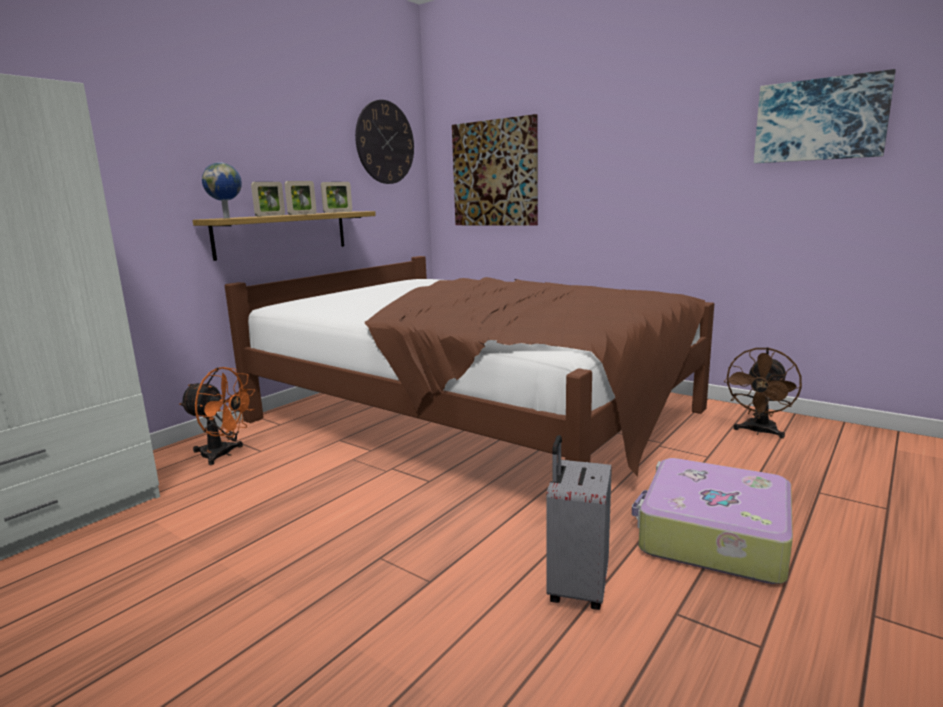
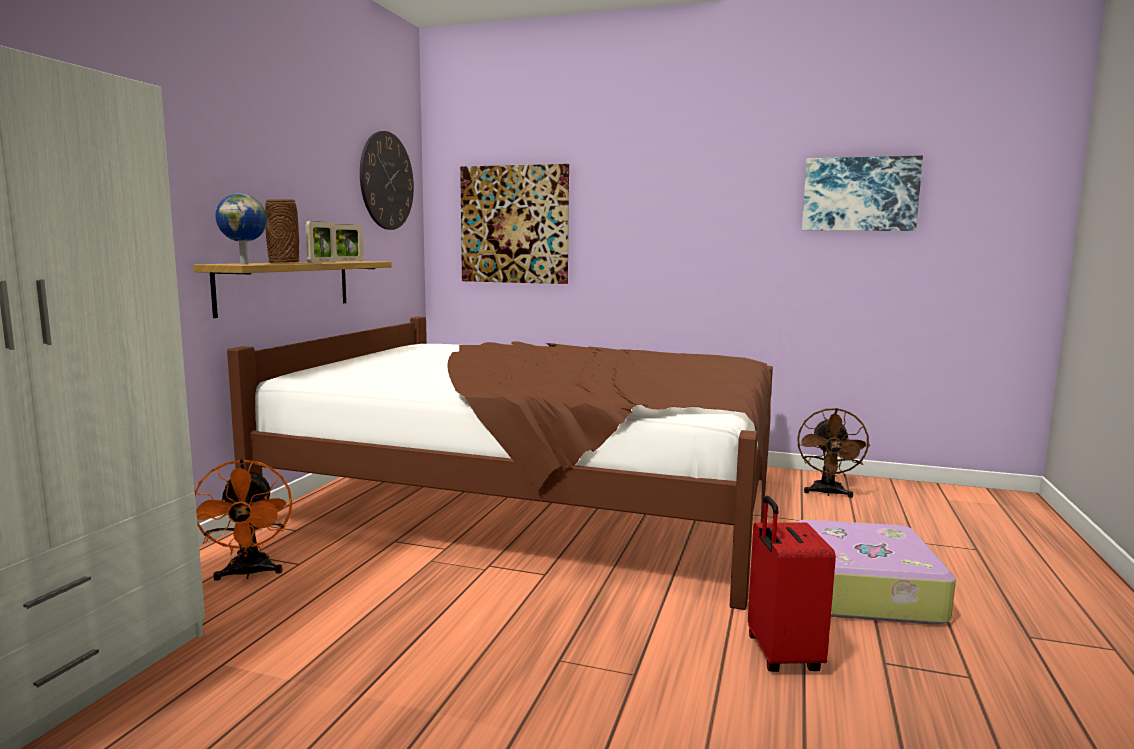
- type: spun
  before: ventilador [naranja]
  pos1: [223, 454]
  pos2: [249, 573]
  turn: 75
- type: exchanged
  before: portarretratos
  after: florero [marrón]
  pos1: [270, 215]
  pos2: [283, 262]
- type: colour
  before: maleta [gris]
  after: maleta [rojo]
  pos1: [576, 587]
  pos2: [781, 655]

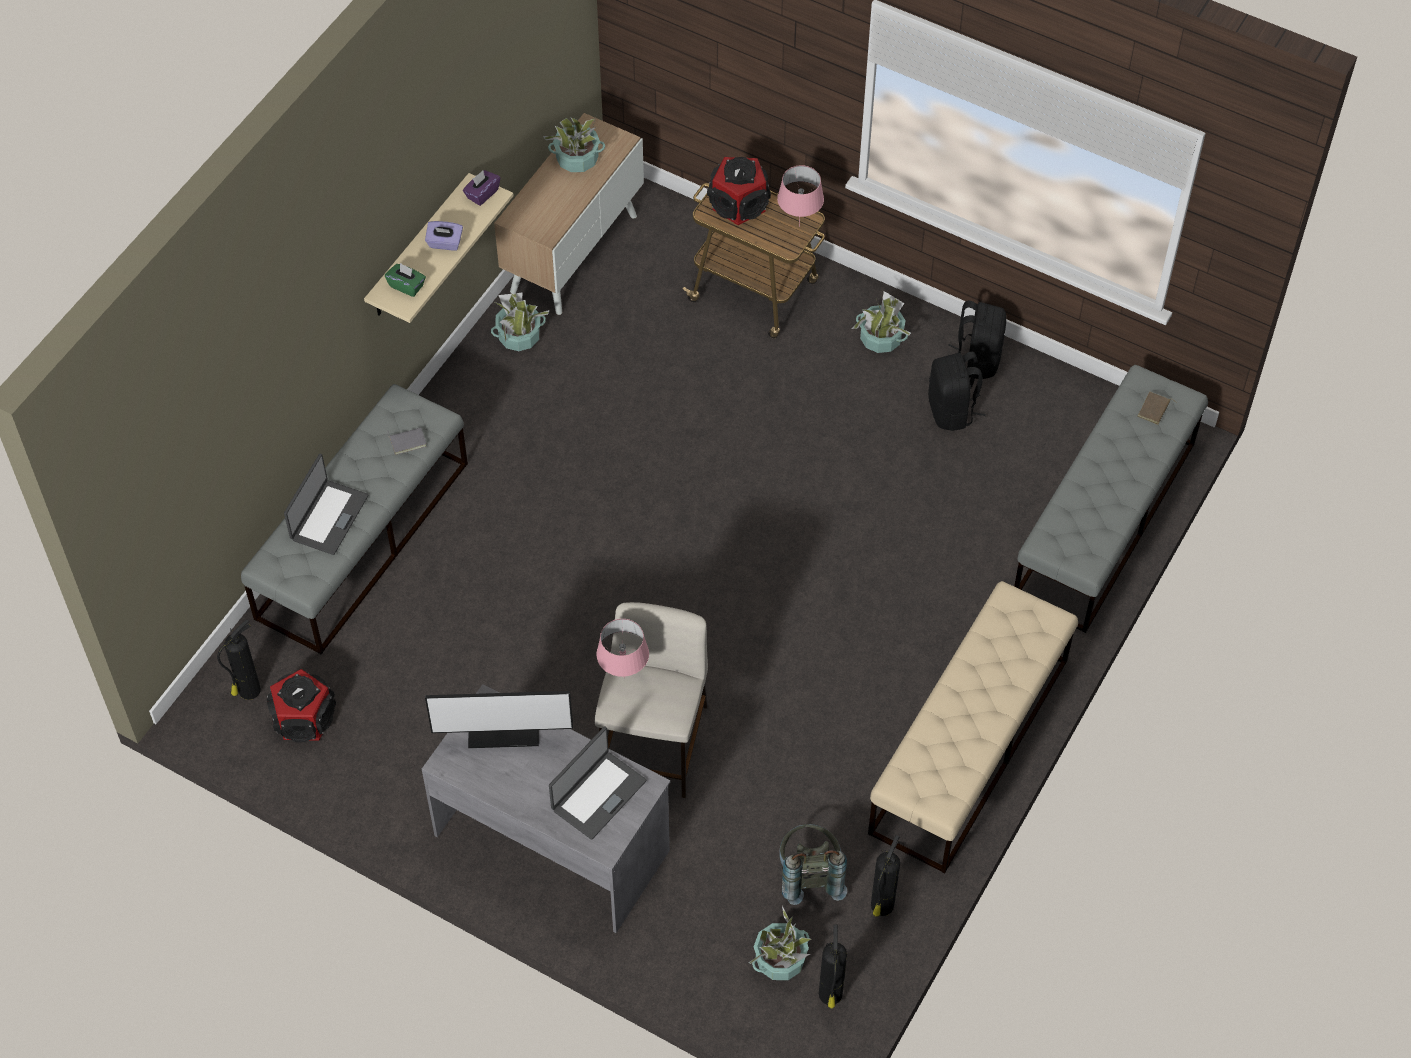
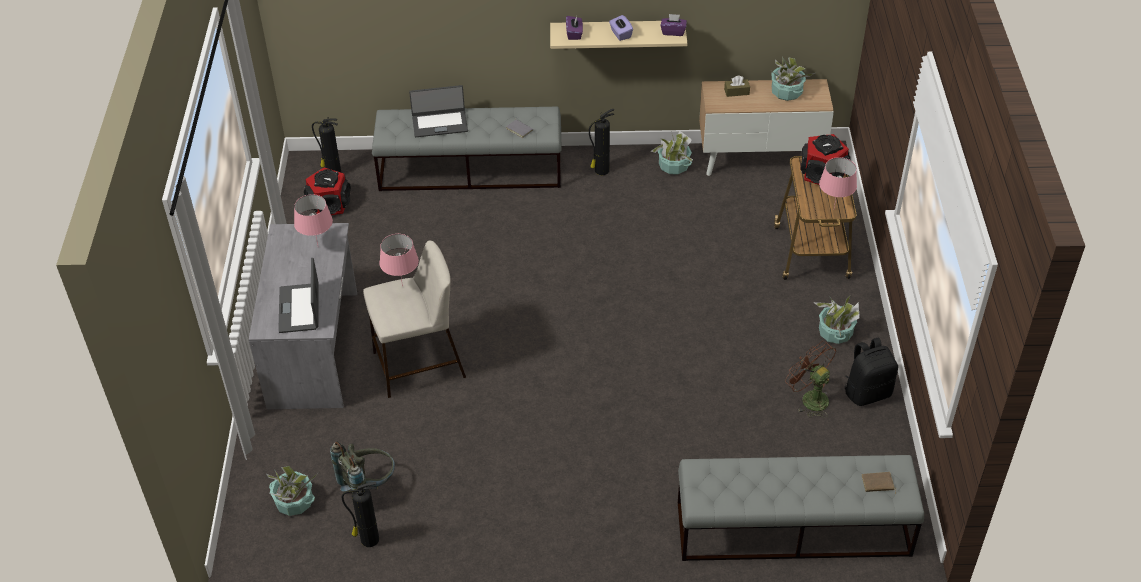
- type: colour
  before: caja de pañuelos [verde]
  after: caja de pañuelos [morado]
  pos1: [406, 286]
  pos2: [574, 34]
- type: exchanged
  before: monitor
  after: lámpara de mesa [rosa]
  pos1: [503, 733]
  pos2: [318, 247]
- type: spun
  before: portátil
  pos1: [597, 794]
  pos2: [300, 308]
  turn: 75
- type: relocated
  before: extintor
  pos1: [830, 996]
  pos2: [601, 171]
- type: missing
  before: banco [beis]
  pos1: [969, 746]
- type: exchanged
  before: mochila [negro]
  after: ventilador [marrón]
  pos1: [952, 411]
  pos2: [809, 398]
- type: appeared
  after: caja de pañuelos [marrón]
  pos2: [736, 92]

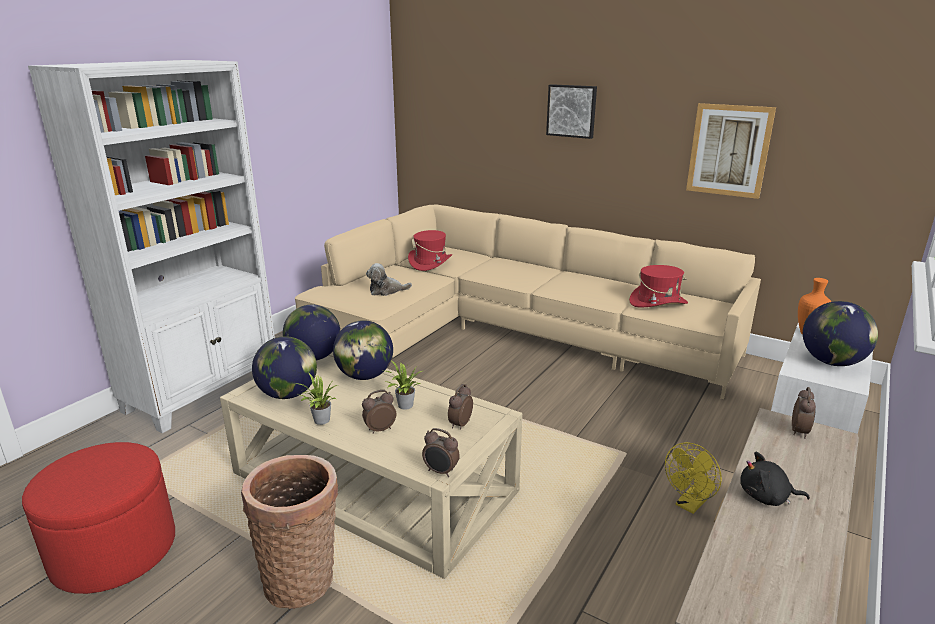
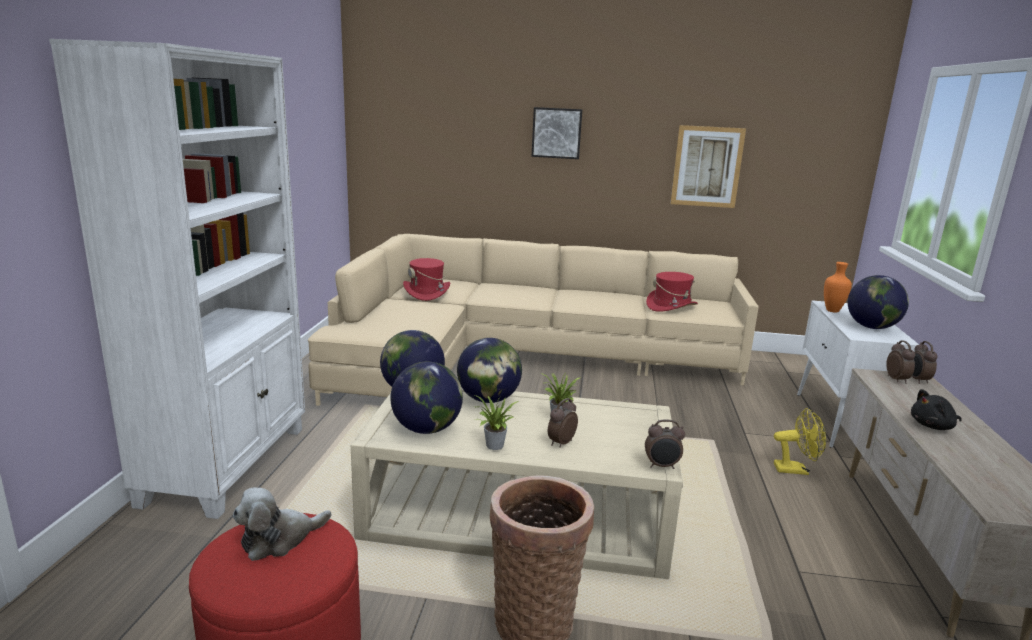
- type: relocated
  before: peluche
  pos1: [386, 291]
  pos2: [279, 539]
- type: relocated
  before: despertador
  pos1: [459, 424]
  pos2: [917, 380]
- type: spun
  before: ventilador [amarillo]
  pos1: [689, 505]
  pos2: [796, 470]
  turn: -105

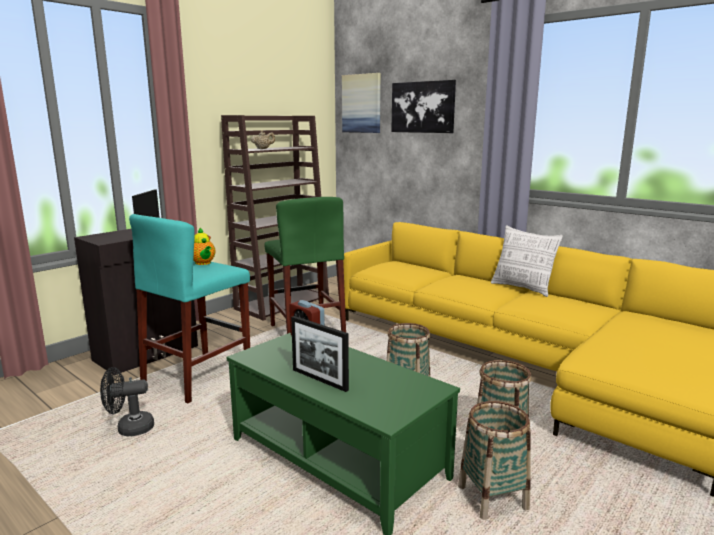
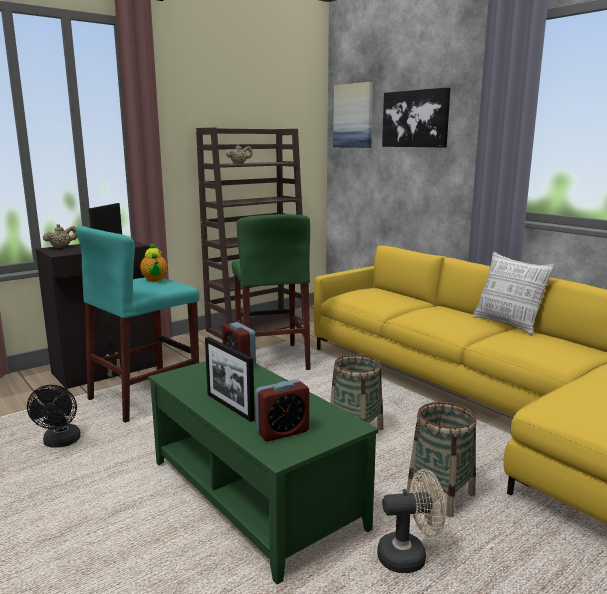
- type: spun
  before: ventilador [negro]
  pos1: [129, 428]
  pos2: [60, 443]
  turn: -90
- type: exchanged
  before: cesta
  after: ventilador [beis]
  pos1: [492, 497]
  pos2: [409, 556]
- type: appeared
  after: tetera [beis]
  pos2: [61, 247]
- type: appeared
  after: despertador
  pos2: [282, 432]

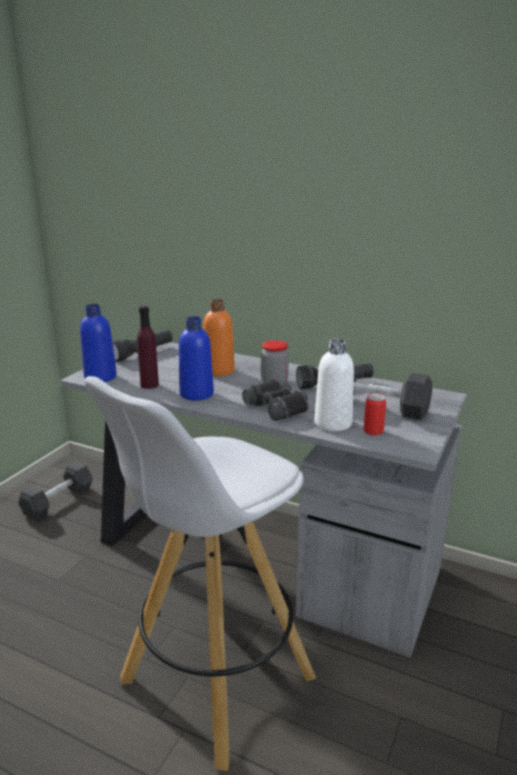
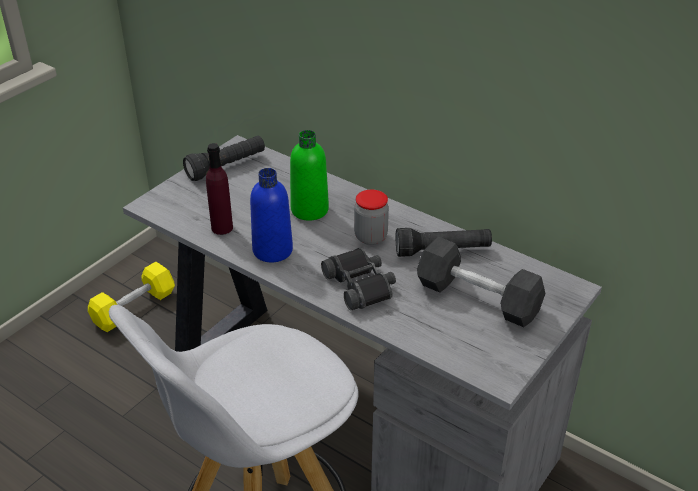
- type: colour
  before: mancuerna [negro]
  after: mancuerna [amarillo]
  pos1: [58, 501]
  pos2: [134, 308]
- type: missing
  before: botella [azul]
  pos1: [100, 377]
- type: colour
  before: botella [naranja]
  after: botella [verde]
  pos1: [219, 371]
  pos2: [309, 210]
- type: missing
  before: botella [blanco]
  pos1: [333, 423]
- type: missing
  before: lata
  pos1: [373, 431]

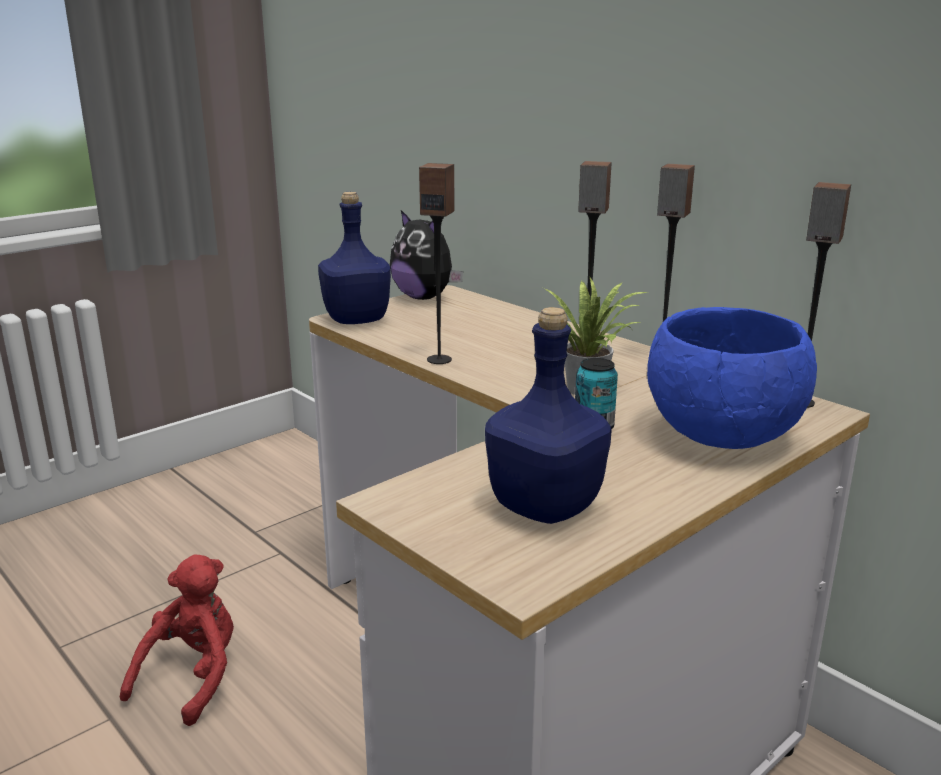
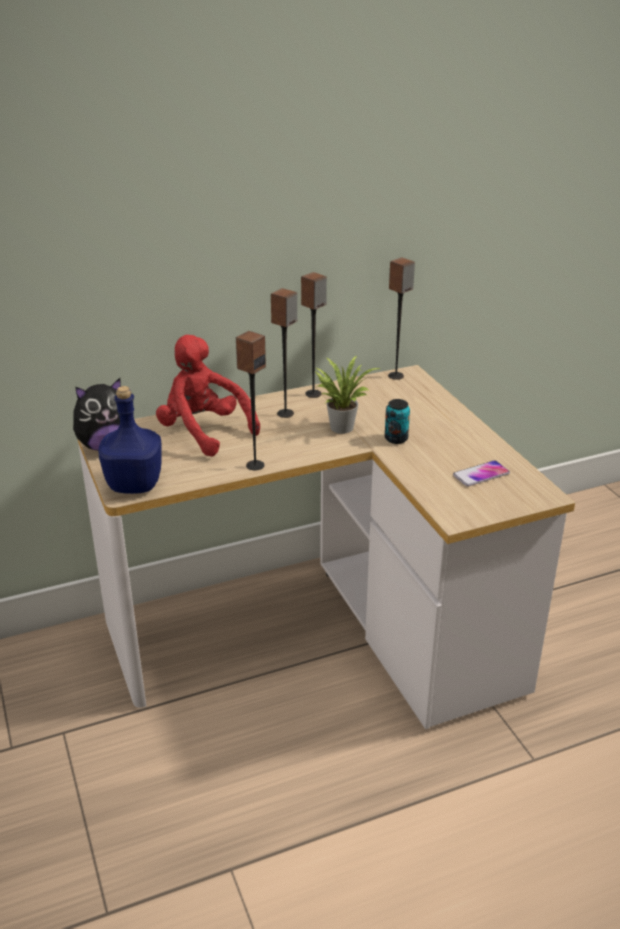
- type: relocated
  before: peluche [rojo]
  pos1: [193, 677]
  pos2: [204, 432]
- type: exchanged
  before: botella [azul]
  after: móvil
  pos1: [544, 507]
  pos2: [481, 474]
- type: missing
  before: cuenco [azul]
  pos1: [719, 436]

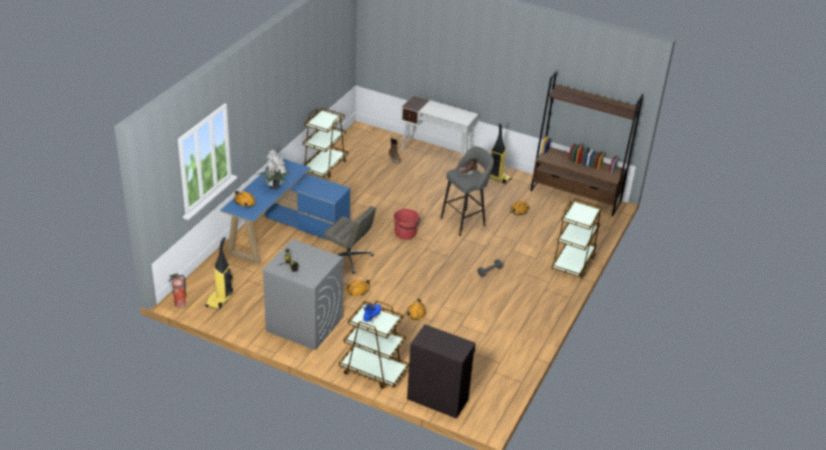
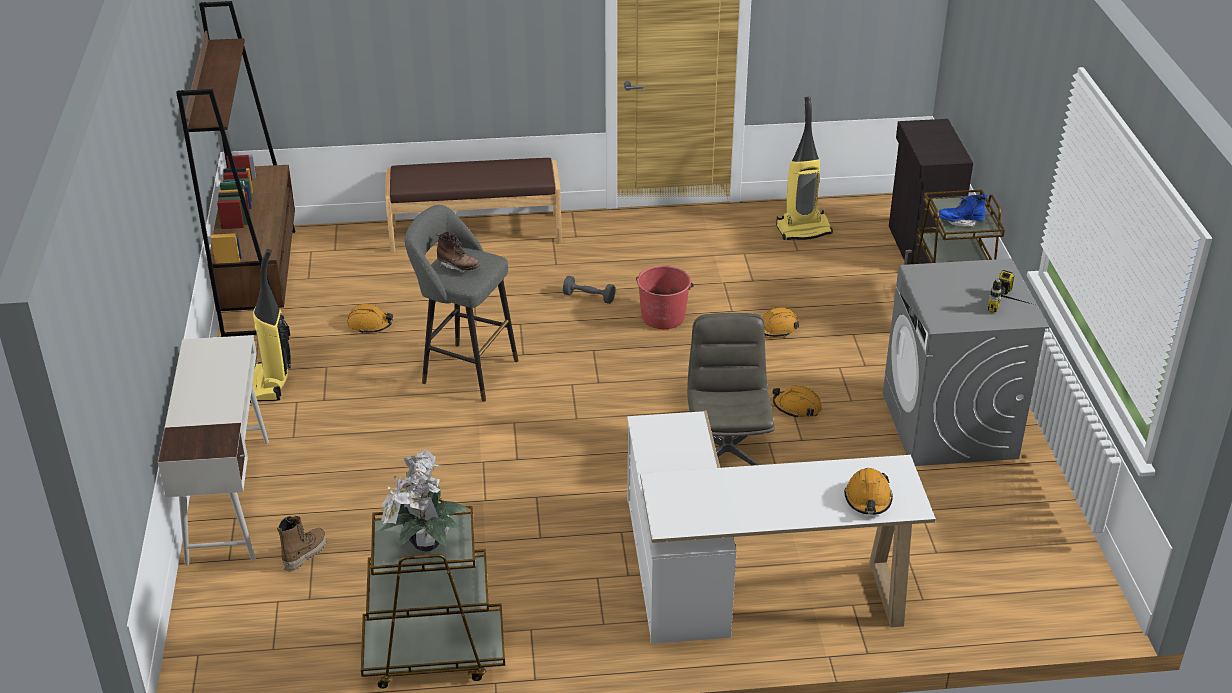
- type: missing
  before: extintor
  pos1: [179, 304]
- type: relocated
  before: aspiradora
  pos1: [220, 300]
  pos2: [803, 229]
- type: colour
  before: escritorio [azul]
  after: escritorio [blanco]
  pos1: [284, 232]
  pos2: [744, 582]
- type: relocated
  before: planta en maceta
  pos1: [274, 186]
  pos2: [423, 545]
- type: relocated
  before: cubo [rojo]
  pos1: [405, 233]
  pos2: [663, 316]
- type: exchanged
  before: carrito [marrón]
  after: banco [marrón]
  pos1: [573, 262]
  pos2: [475, 232]

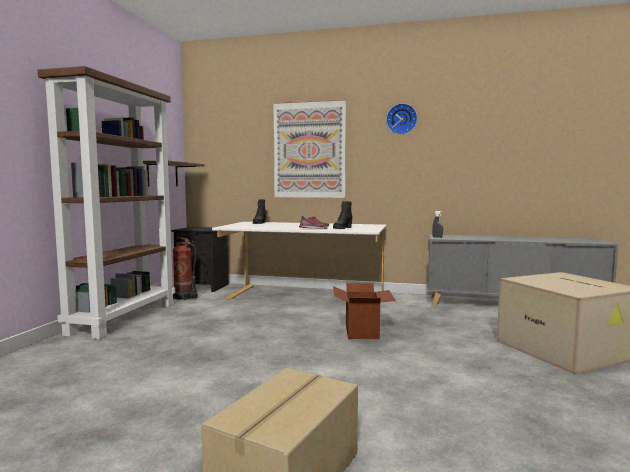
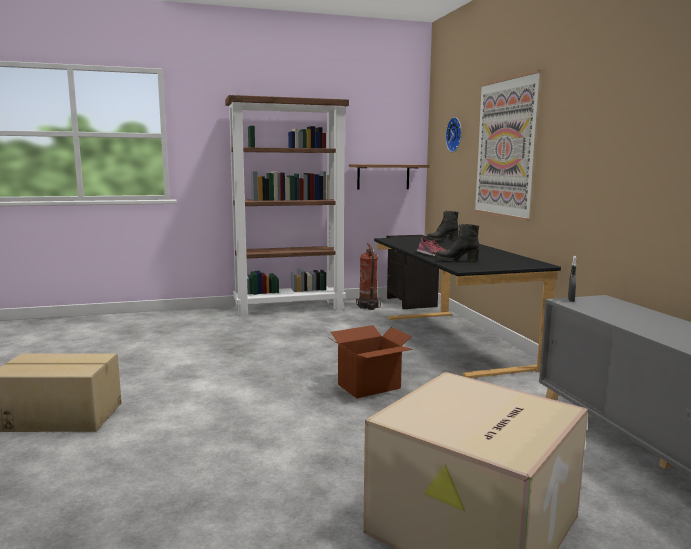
- type: colour
  before: escritorio [blanco]
  after: escritorio [negro]
  pos1: [303, 297]
  pos2: [450, 340]
- type: relocated
  before: reloj de pared
  pos1: [401, 119]
  pos2: [456, 134]

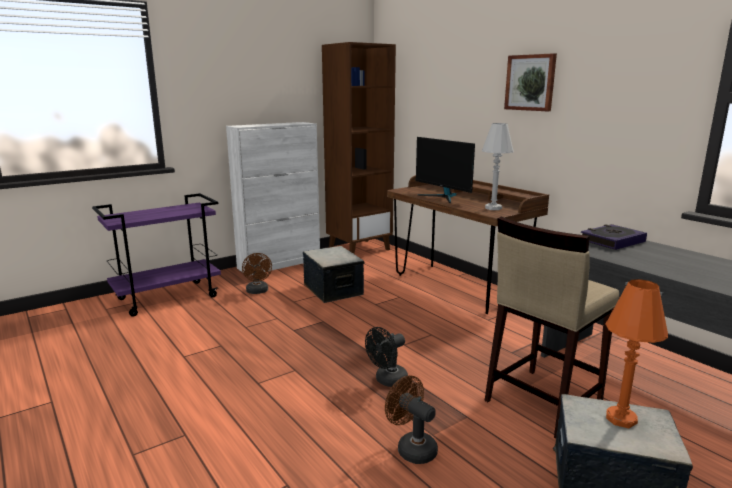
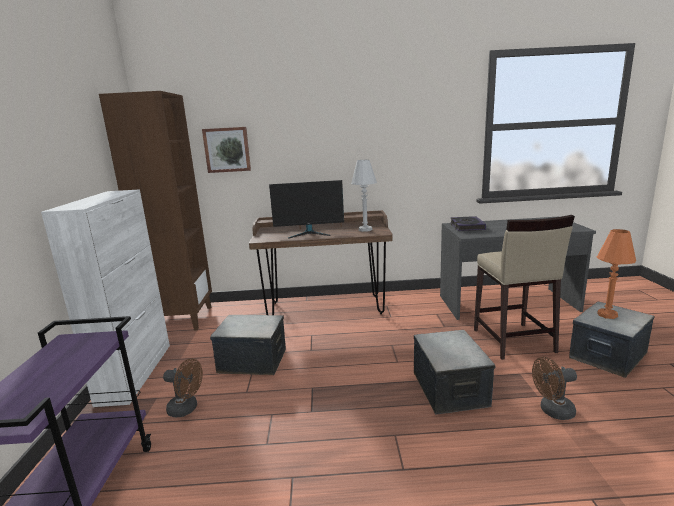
- type: exchanged
  before: ventilador [negro]
  after: caja de almacenaje
  pos1: [387, 381]
  pos2: [450, 389]
- type: relocated
  before: cuadro
  pos1: [530, 82]
  pos2: [227, 149]

